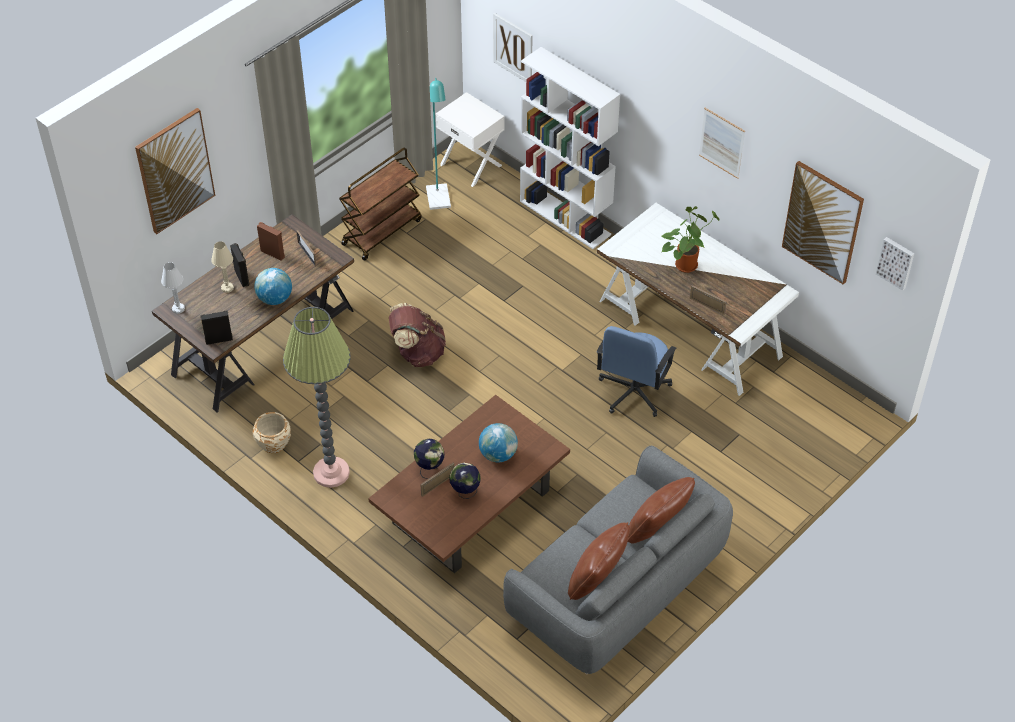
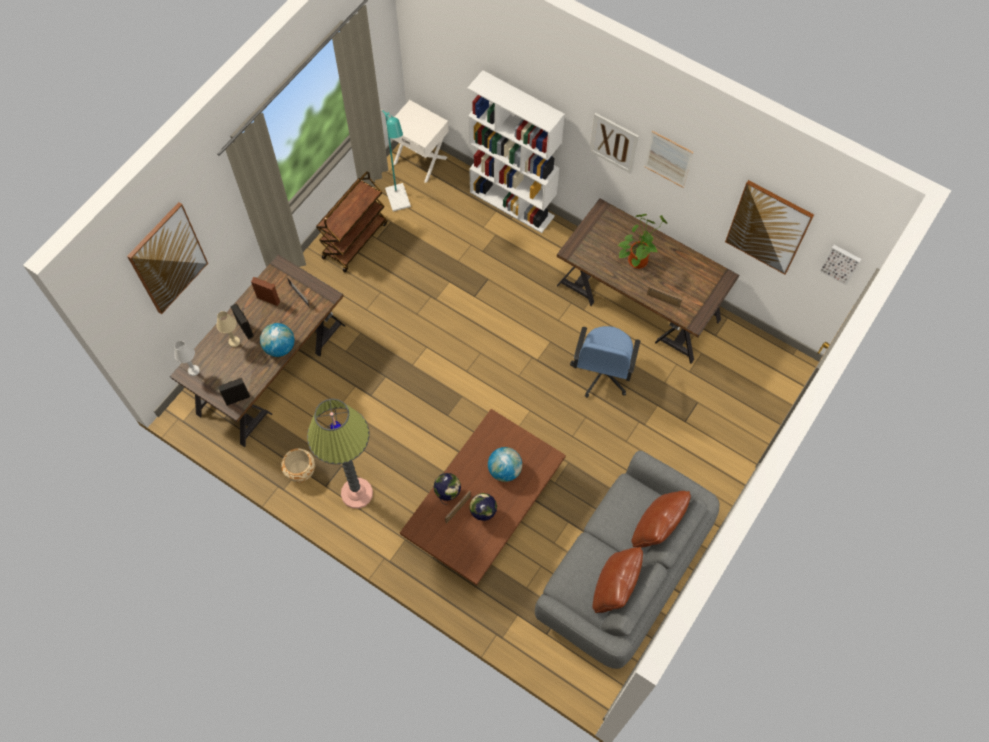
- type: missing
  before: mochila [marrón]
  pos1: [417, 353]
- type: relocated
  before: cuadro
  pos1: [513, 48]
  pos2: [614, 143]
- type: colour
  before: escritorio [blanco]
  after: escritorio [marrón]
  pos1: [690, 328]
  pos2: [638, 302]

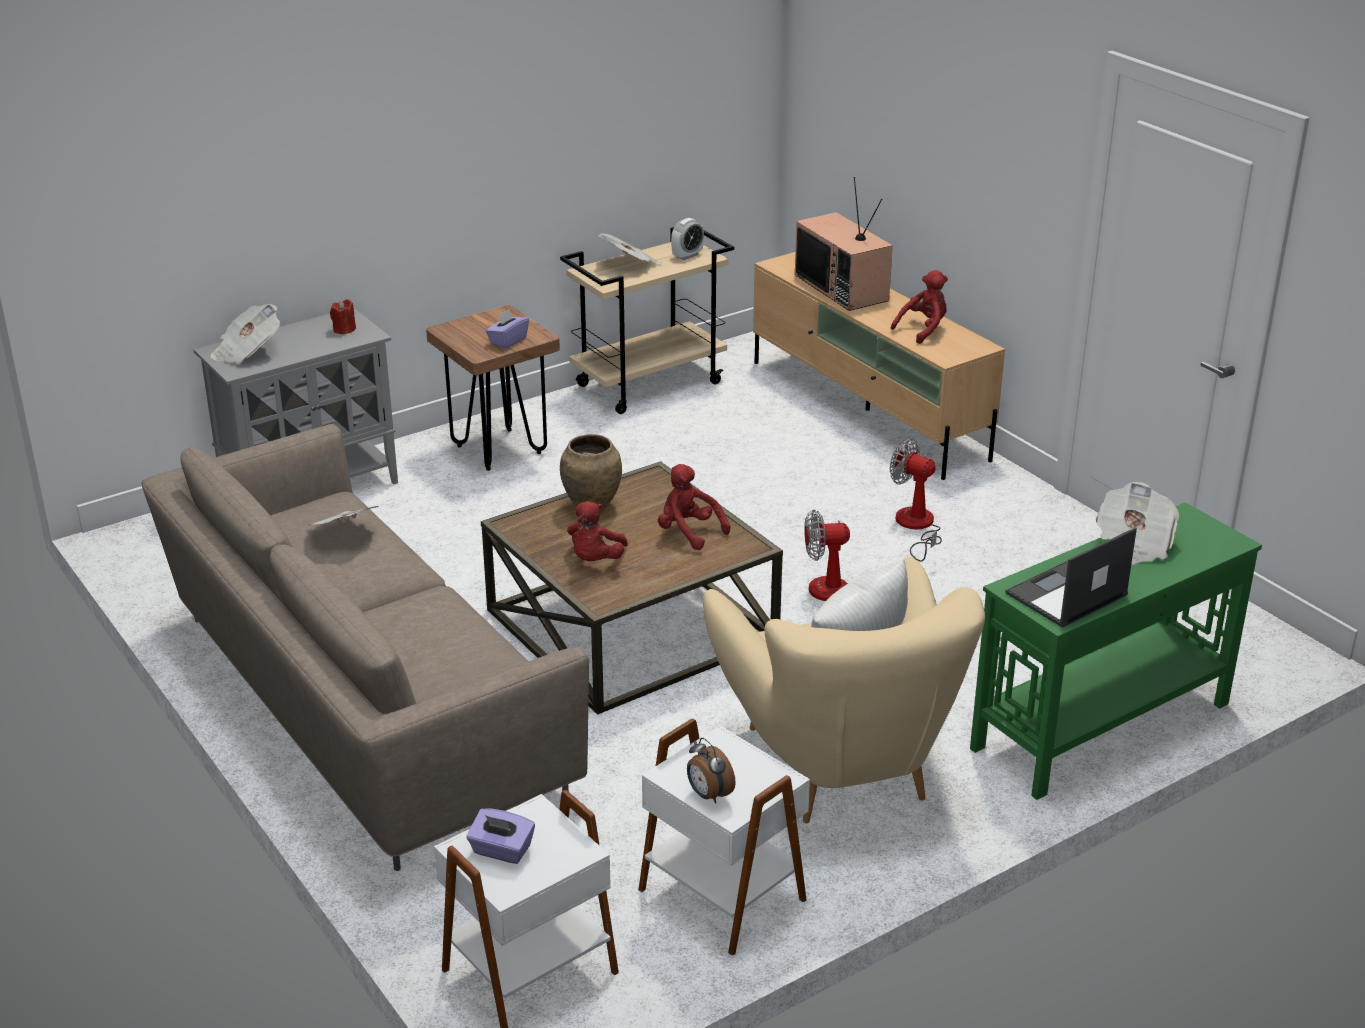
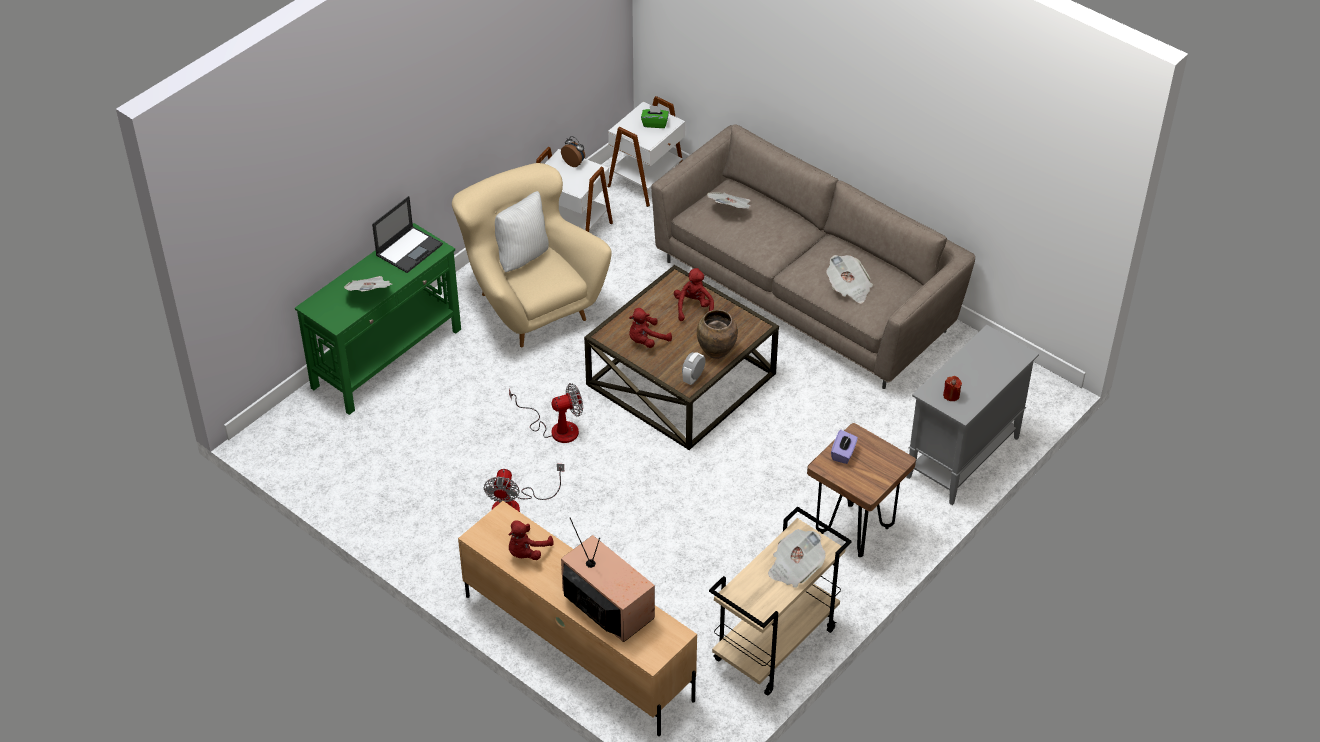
- type: relocated
  before: periódico
  pos1: [247, 352]
  pos2: [731, 209]
- type: colour
  before: caja de pañuelos [morado]
  after: caja de pañuelos [verde]
  pos1: [501, 851]
  pos2: [655, 123]
- type: spun
  before: peluche [rojo]
  pos1: [688, 532]
  pos2: [646, 340]
  turn: 120
- type: relocated
  before: despertador
  pos1: [687, 256]
  pos2: [693, 378]
- type: spun
  before: ventilador
  pos1: [916, 527]
  pos2: [515, 506]
  turn: 75

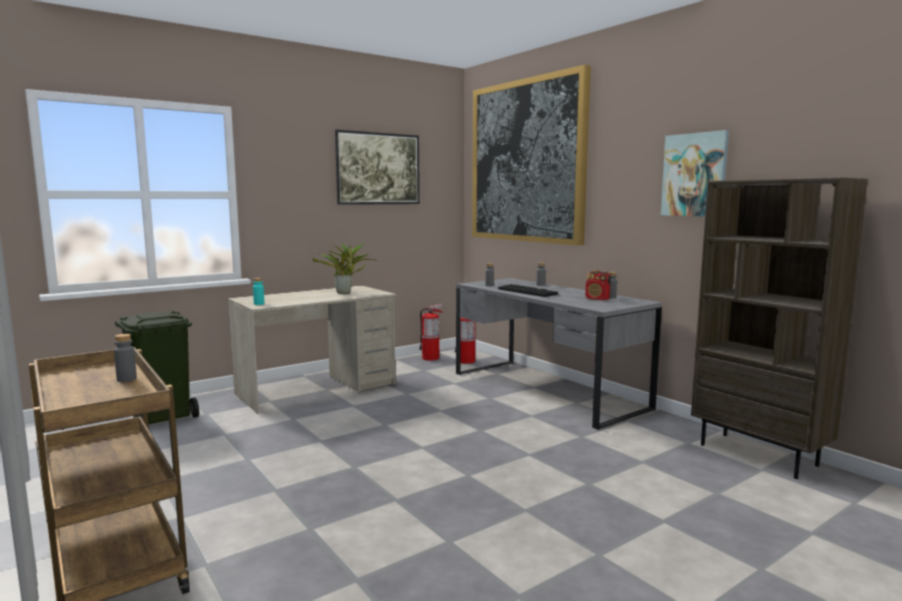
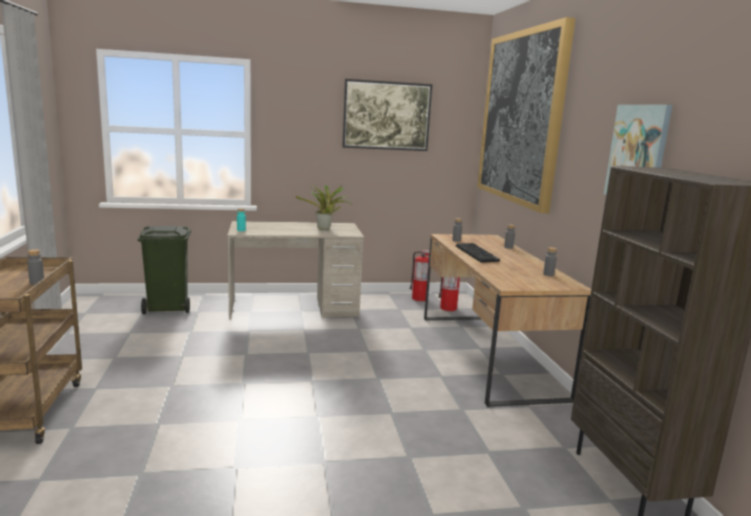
- type: colour
  before: escritorio [gris]
  after: escritorio [marrón]
  pos1: [546, 390]
  pos2: [487, 354]
- type: missing
  before: radio
  pos1: [597, 299]

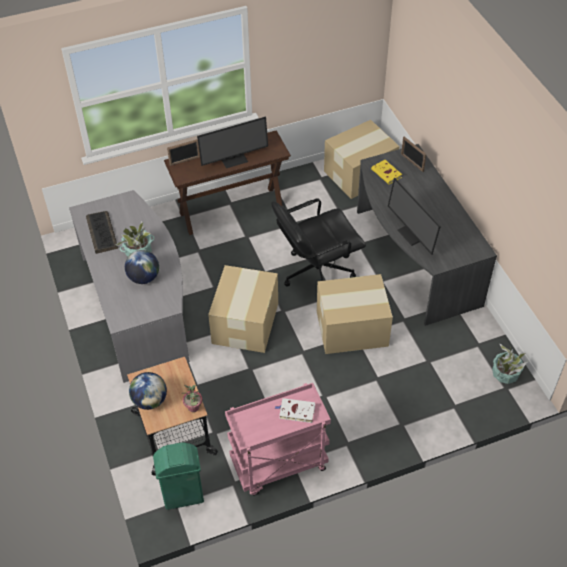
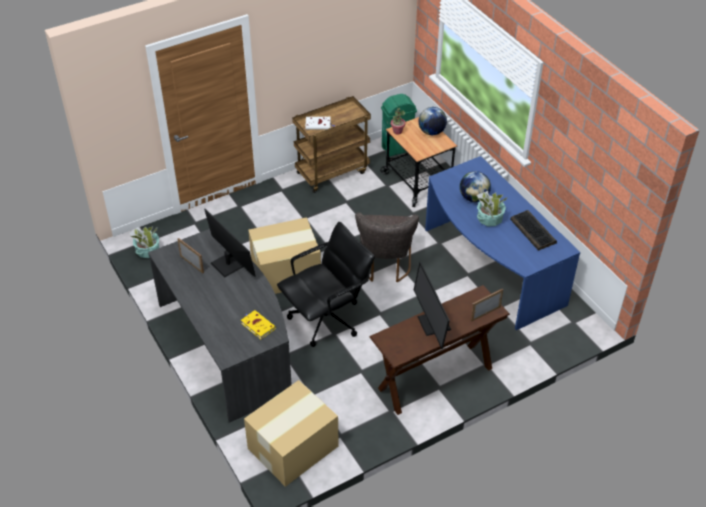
- type: colour
  before: escritorio [gris]
  after: escritorio [azul]
  pos1: [138, 306]
  pos2: [489, 268]
- type: spun
  before: monitor
  pos1: [233, 158]
  pos2: [433, 323]
  turn: -75
- type: exchanged
  before: caja de cartón
  after: silla [gris]
  pos1: [246, 322]
  pos2: [385, 266]
- type: colour
  before: carrito [rosa]
  after: carrito [marrón]
  pos1: [278, 465]
  pos2: [332, 172]
- type: relocated
  before: portarretratos
  pos1: [412, 162]
  pos2: [192, 264]

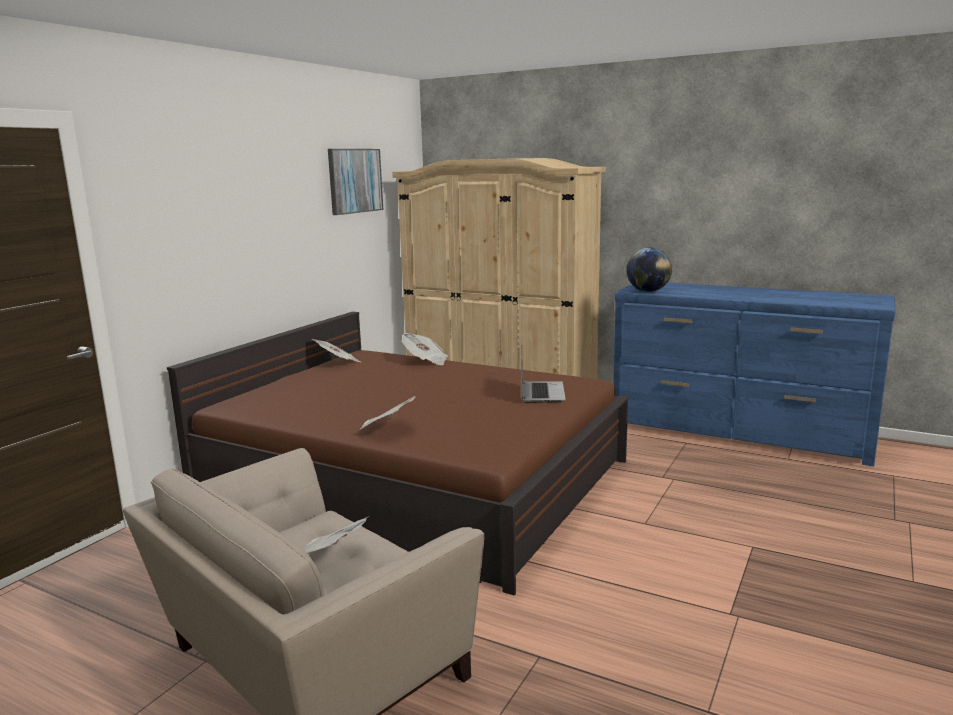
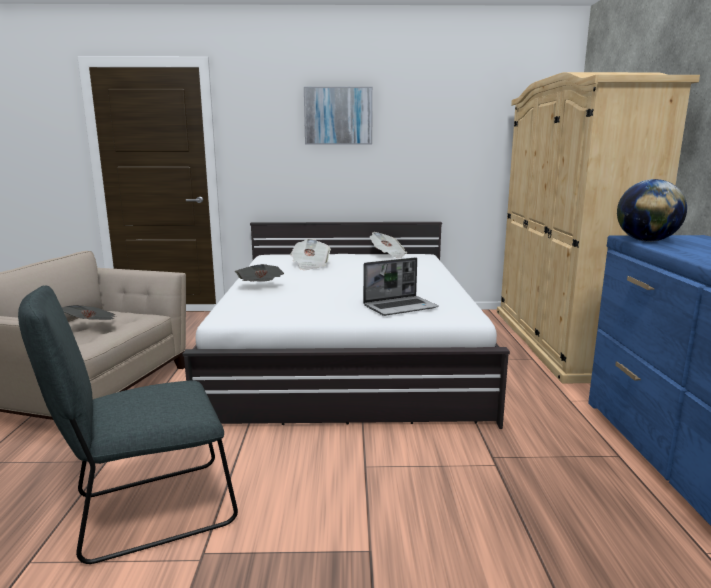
- type: colour
  before: cama [marrón]
  after: cama [blanco]
  pos1: [415, 480]
  pos2: [347, 354]
- type: relocated
  before: cuadro
  pos1: [355, 181]
  pos2: [338, 116]
- type: relocated
  before: periódico
  pos1: [426, 361]
  pos2: [310, 265]
- type: appeared
  after: silla [gris]
  pos2: [147, 512]

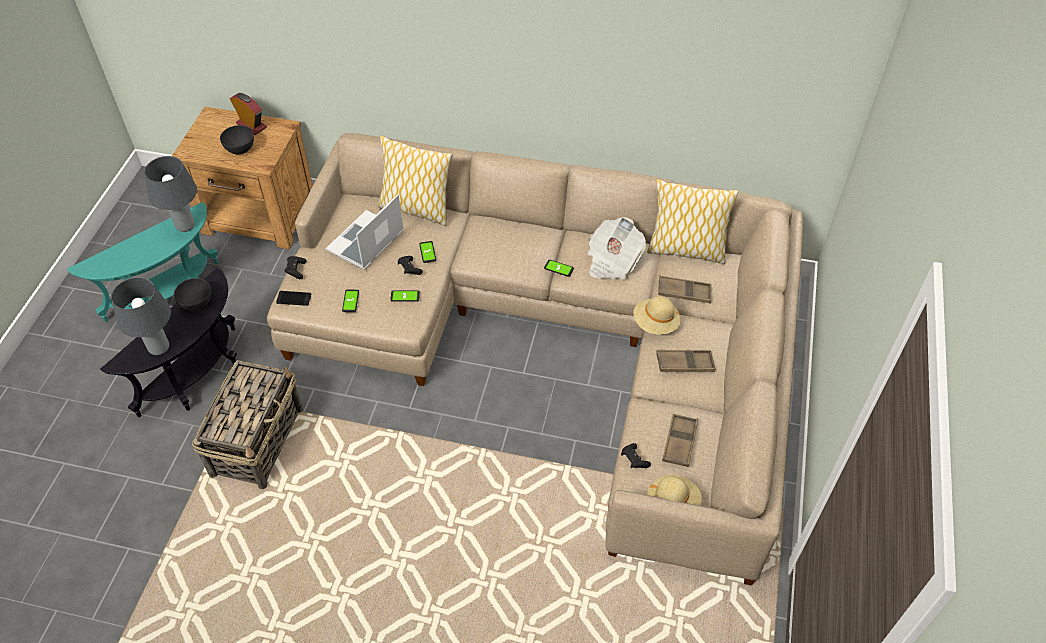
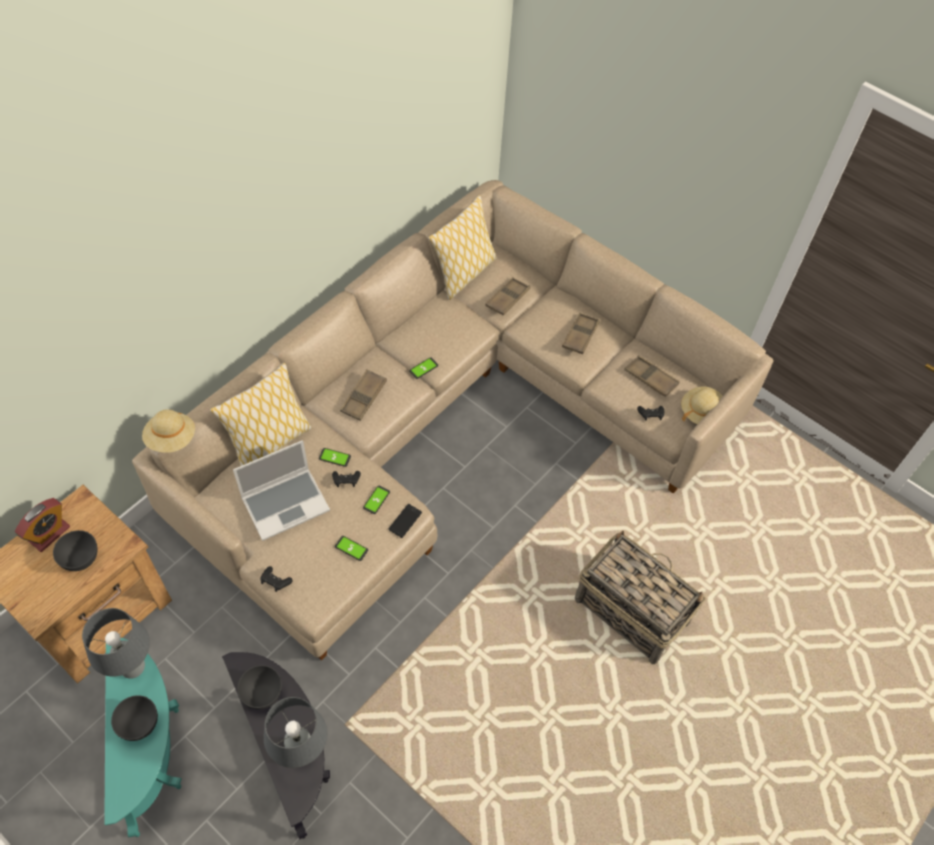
- type: relocated
  before: cesta
  pos1: [258, 440]
  pos2: [630, 610]
- type: spun
  before: despertador
  pos1: [251, 125]
  pos2: [49, 534]
  turn: 150
- type: relocated
  before: móvil
  pos1: [294, 298]
  pos2: [405, 521]
- type: spun
  before: portátil
  pos1: [366, 243]
  pos2: [286, 503]
  turn: -90
- type: missing
  before: periódico
  pos1: [612, 261]
- type: relocated
  before: sombrero [beis]
  pos1: [655, 324]
  pos2: [171, 439]
- type: appeared
  after: cuenco [gris]
  pos2: [140, 724]
- type: appeared
  after: bandeja [marrón]
  pos2: [364, 397]

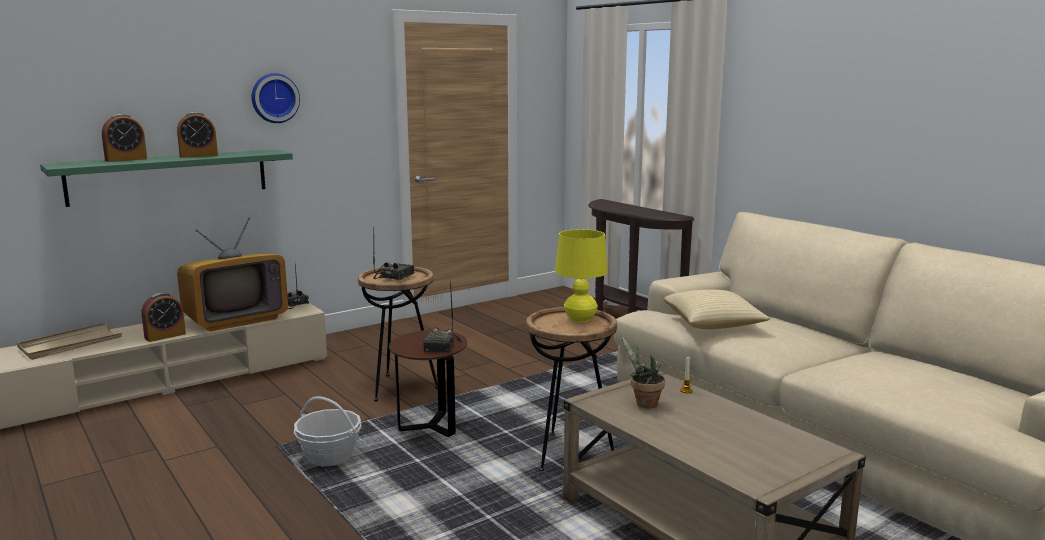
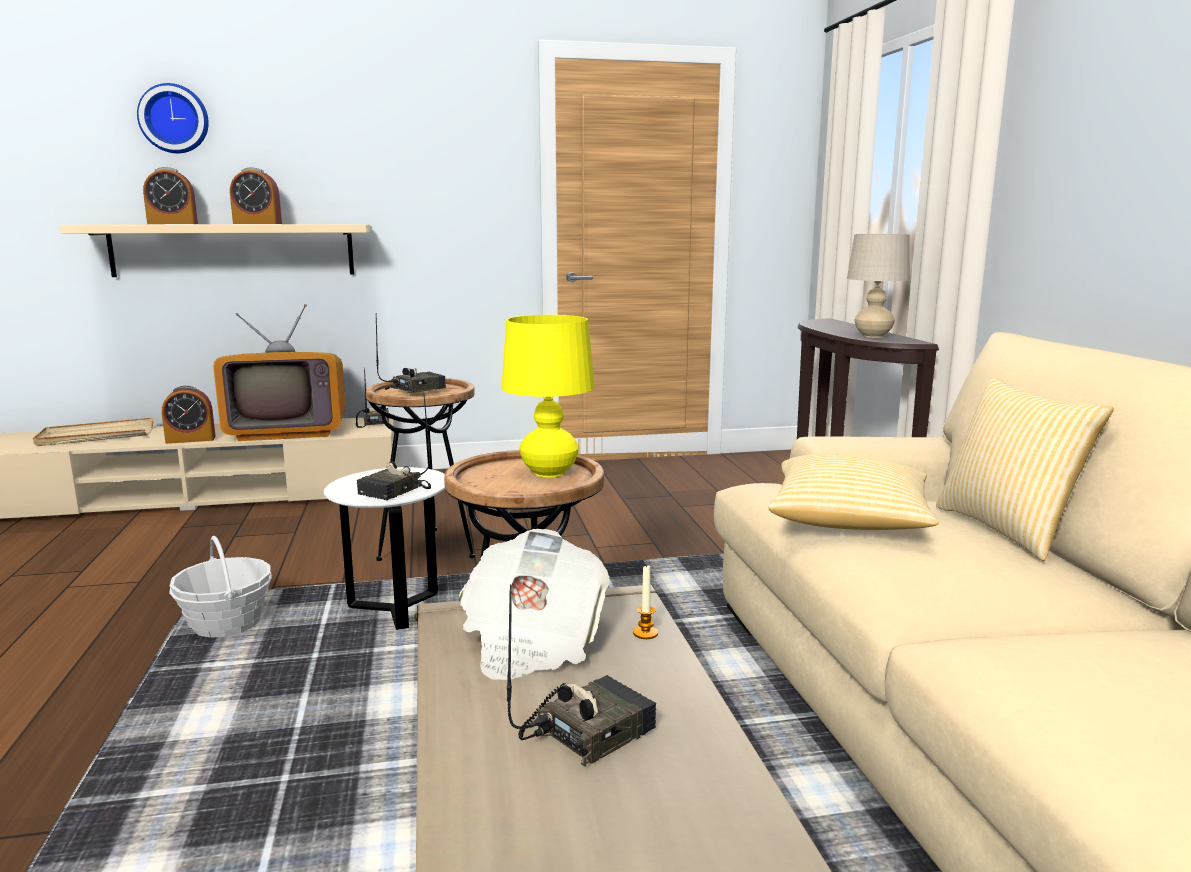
- type: colour
  before: estante [verde]
  after: estante [beis]
  pos1: [169, 176]
  pos2: [233, 250]
- type: relocated
  before: reloj de pared
  pos1: [274, 98]
  pos2: [174, 119]
- type: colour
  before: mesa auxiliar [marrón]
  after: mesa auxiliar [blanco]
  pos1: [431, 427]
  pos2: [396, 610]
- type: exchanged
  before: planta en maceta
  after: periódico
  pos1: [643, 403]
  pos2: [531, 641]
- type: appeared
  after: radio
  pos2: [586, 731]
- type: appeared
  after: lámpara de mesa [beis]
  pos2: [873, 336]
- type: appeared
  after: cojín
  pos2: [1008, 529]

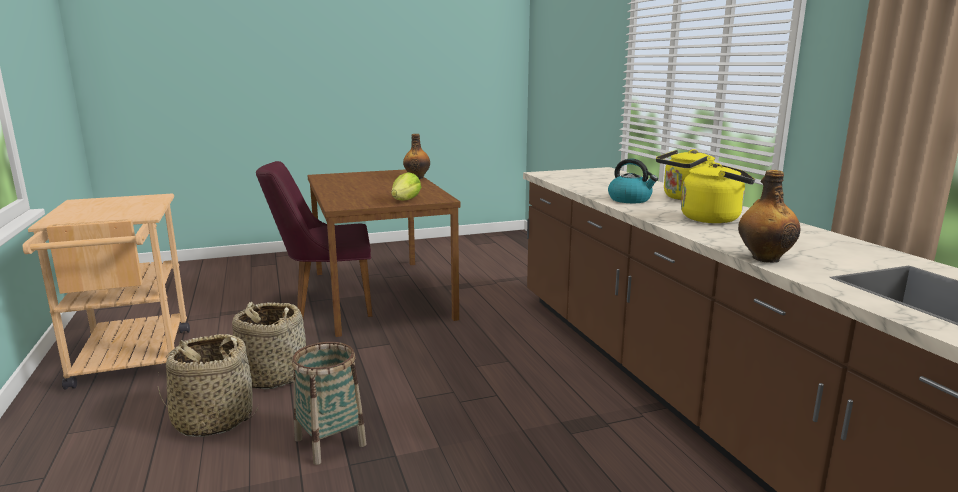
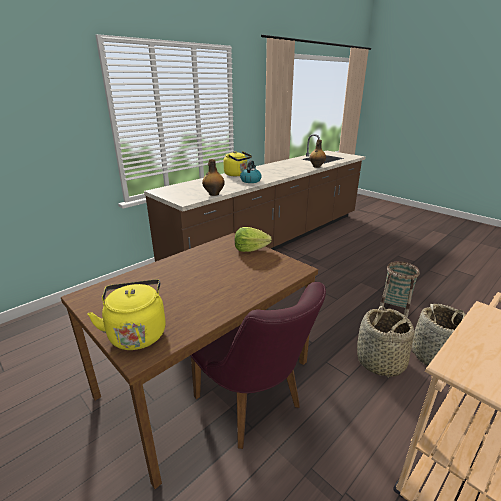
- type: relocated
  before: botella
  pos1: [417, 177]
  pos2: [213, 194]
- type: relocated
  before: hervidor [amarillo]
  pos1: [714, 219]
  pos2: [137, 333]

